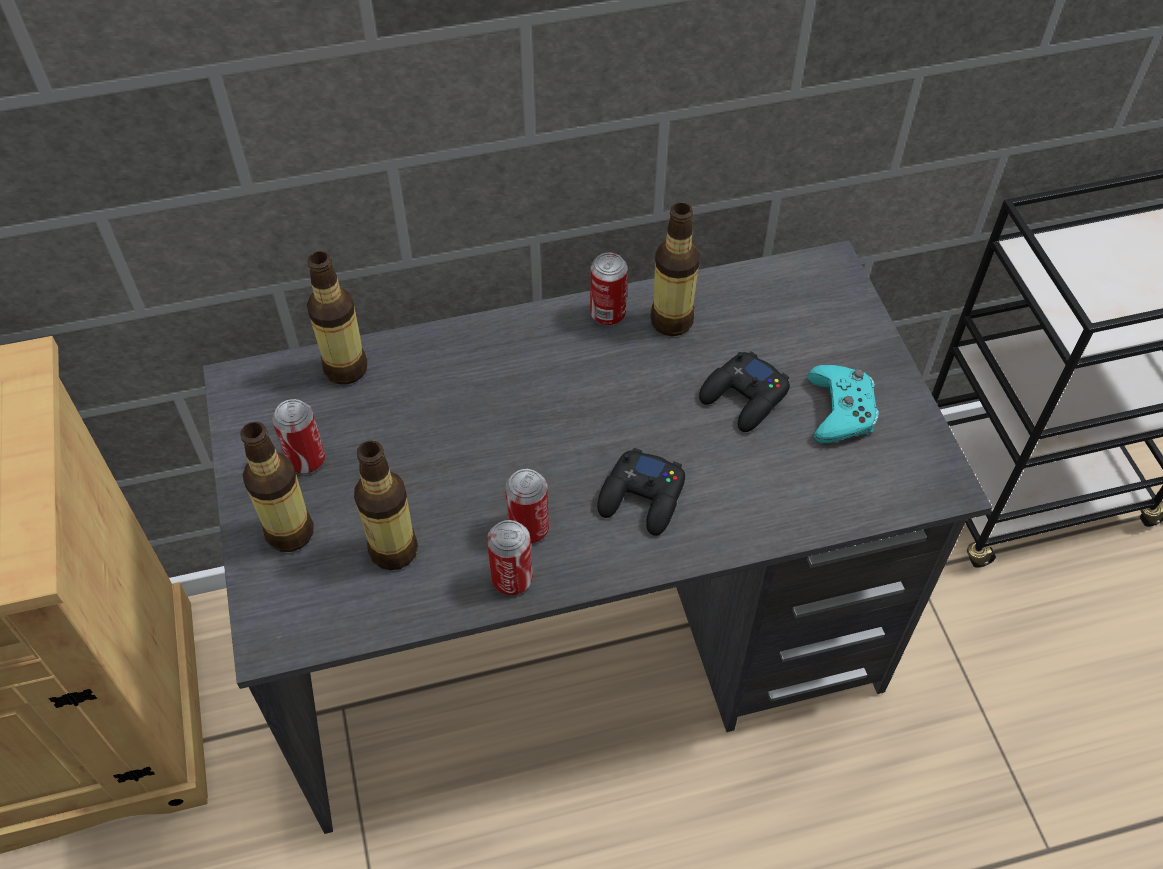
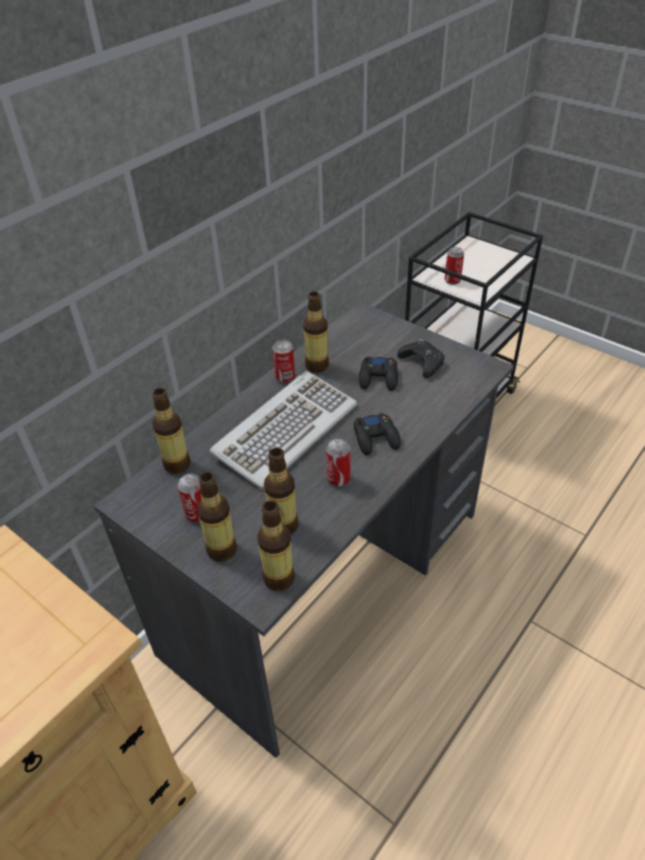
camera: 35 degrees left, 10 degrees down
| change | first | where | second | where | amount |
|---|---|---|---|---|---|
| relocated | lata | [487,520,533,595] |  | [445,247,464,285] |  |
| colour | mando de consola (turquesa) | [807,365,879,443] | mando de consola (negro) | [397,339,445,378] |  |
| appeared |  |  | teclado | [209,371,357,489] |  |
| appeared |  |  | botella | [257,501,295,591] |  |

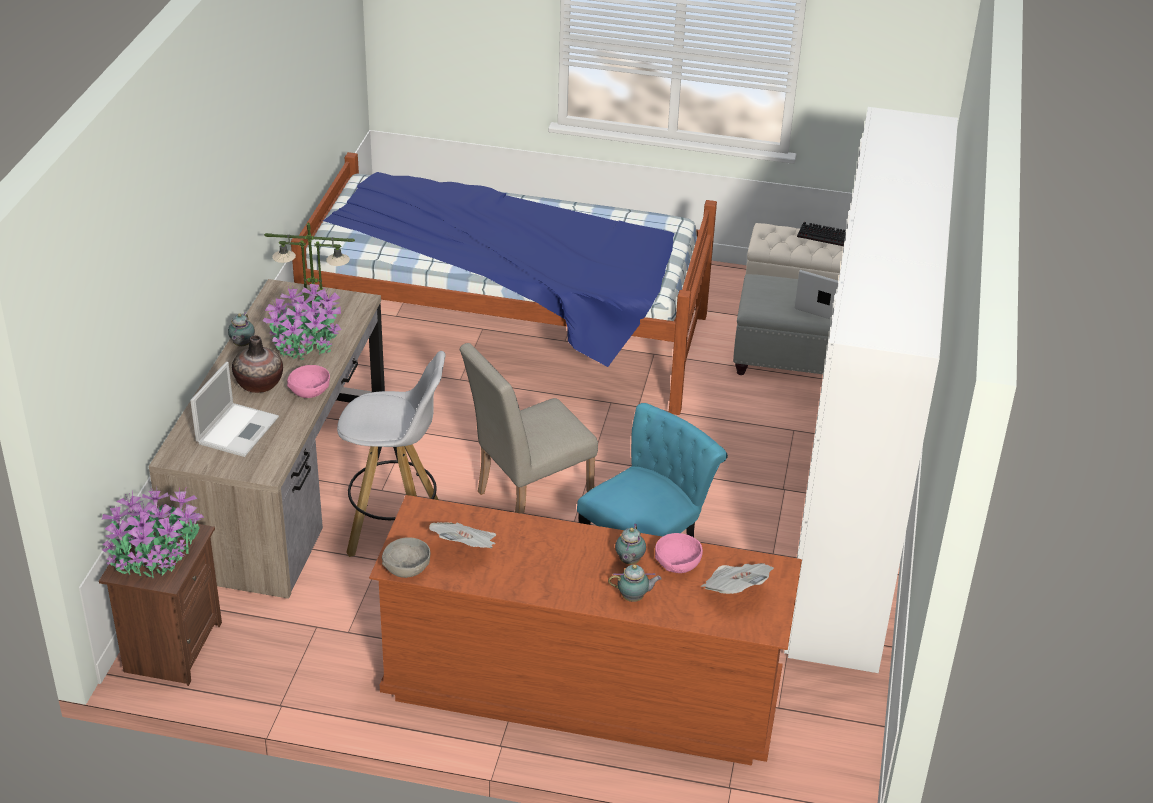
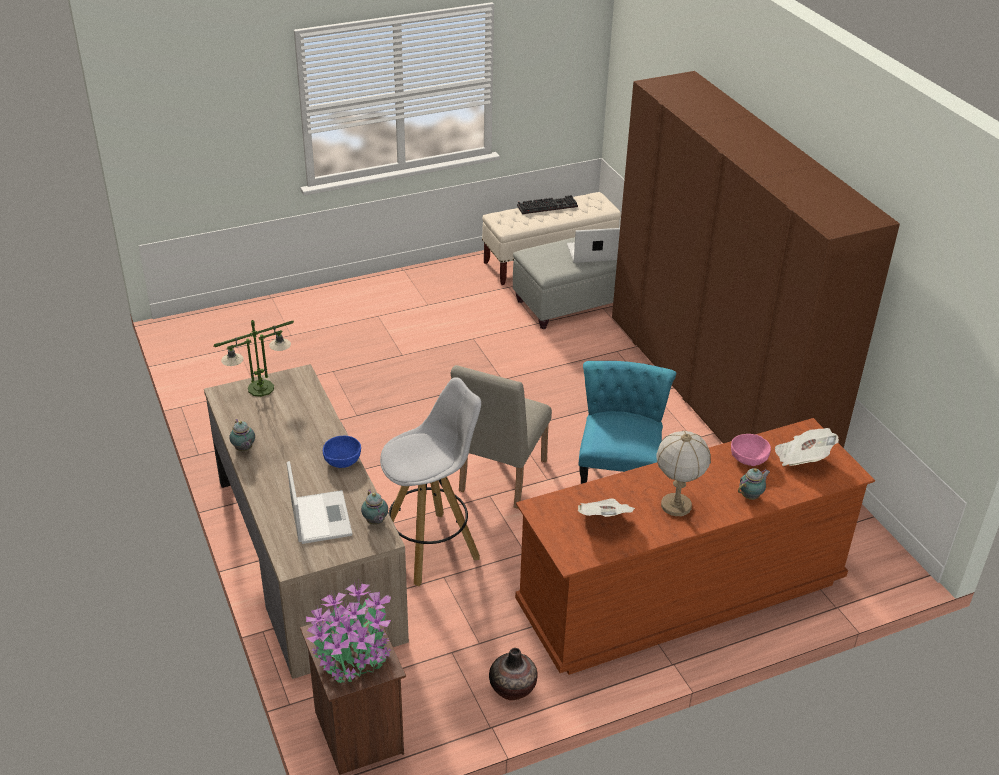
camera: 35 degrees left, 0 degrees up
| change | first | where | second | where | amount |
|---|---|---|---|---|---|
| relocated | florero | [232,335,283,393] |  | [489,648,538,700] |  |
| missing | planta en maceta | [263,284,342,360] |  |  |  |
| colour | cuenco (rosa) | [287,365,330,398] | cuenco (azul) | [323,436,361,468] |  |
| missing | cama | [291,152,717,415] |  |  |  |
| missing | cuenco (gris) | [382,538,430,578] |  |  |  |
| relocated | tetera | [615,523,646,564] |  | [361,490,388,525] |  |
| colour | armario ropero (blanco) | [784,107,958,673] | armario ropero (marrón) | [612,71,900,448] |  |
| appeared |  |  | lámpara de mesa | [657,431,711,516] |  |

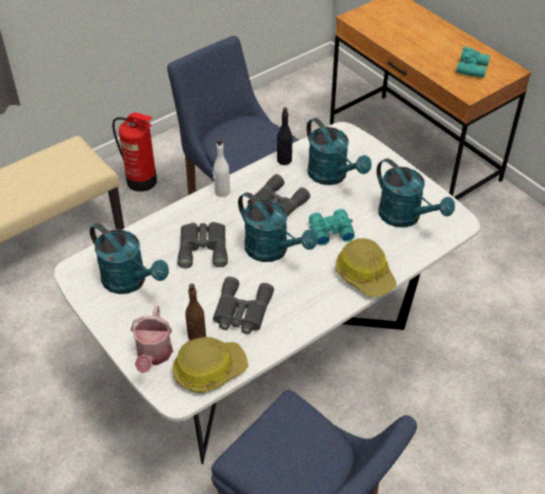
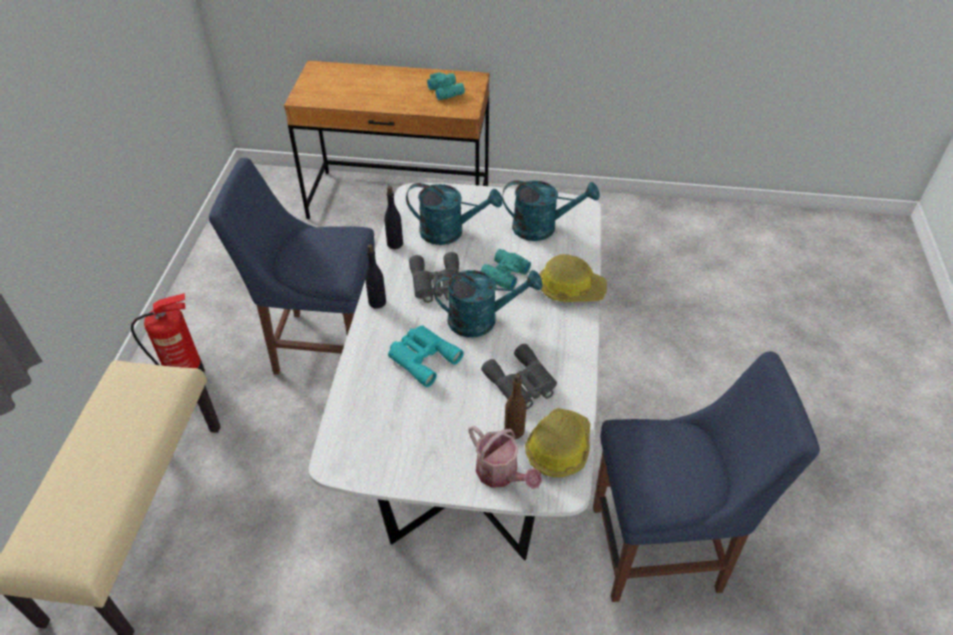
camera: 45 degrees left, 0 degrees up
| change | first | where | second | where | amount |
|---|---|---|---|---|---|
| missing | regadera (turquesa) | [90,223,169,294] |  |  |  |
| colour | prismáticos (gris) | [178,222,228,268] | prismáticos (turquesa) | [388,325,464,387] |  |
| colour | botella (blanco) | [213,139,230,197] | botella (negro) | [365,244,386,309] |  |

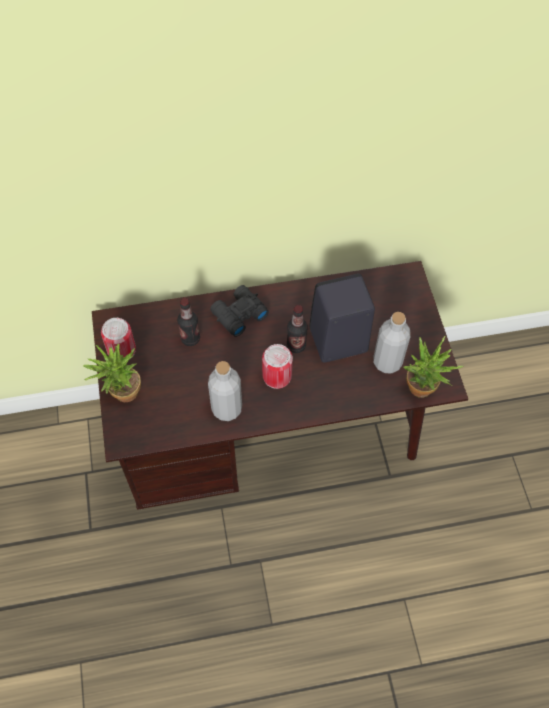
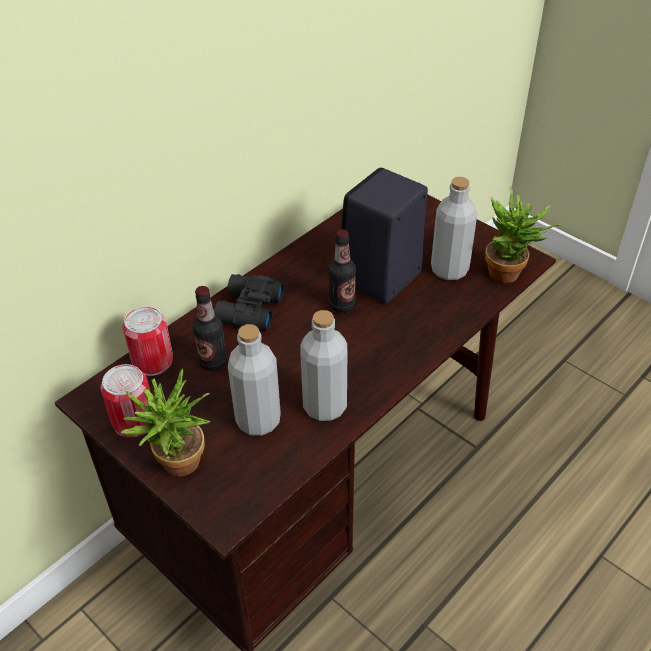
camera: 35 degrees left, 15 degrees down
| change | first | where | second | where | amount |
|---|---|---|---|---|---|
| relocated | lata | [262,344,293,389] |  | [123,306,173,376] |  |
| appeared |  |  | botella (gris) | [228,324,281,436] |  |

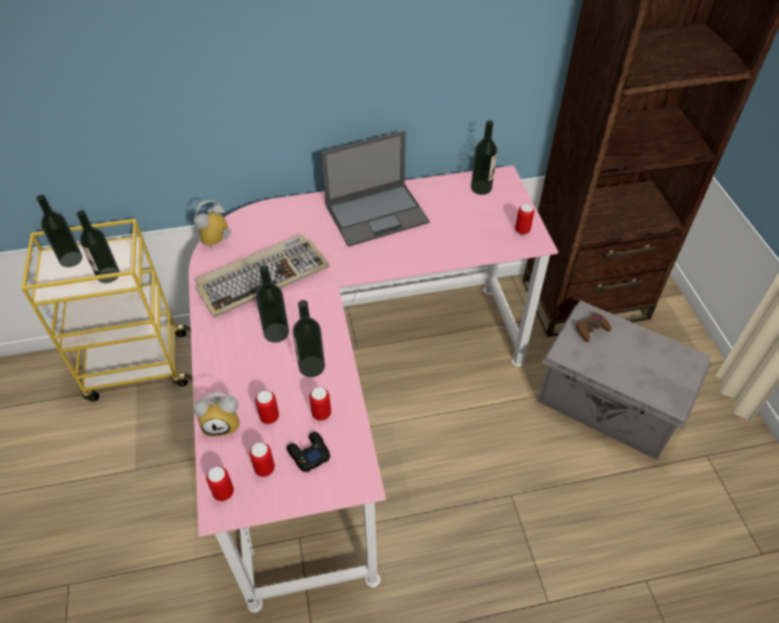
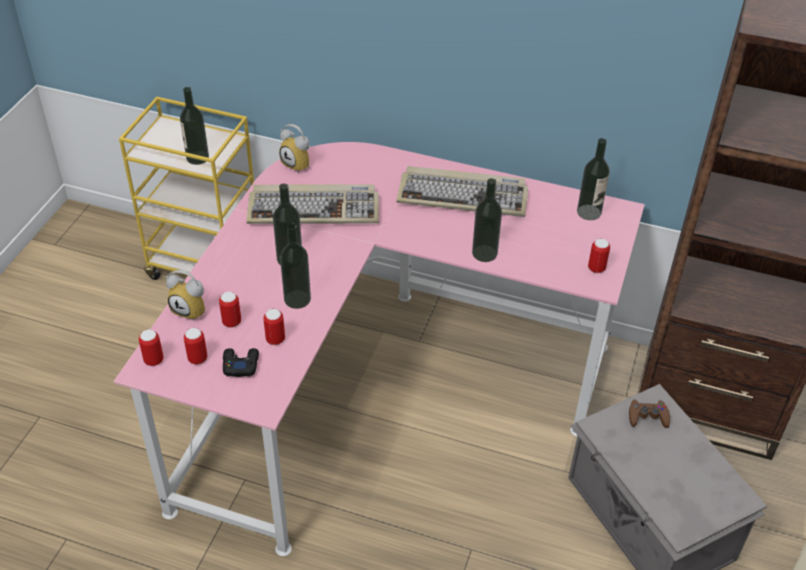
camera: 30 degrees right, 5 degrees down
| change | first | where | second | where | amount |
|---|---|---|---|---|---|
| relocated | botella | [36,195,82,267] |  | [472,178,502,262] |  |
| spun | despertador | [193,200,231,250] |  | [279,124,310,173] | 120 degrees counterclockwise |
| exchanged | portátil | [321,131,430,247] | teclado | [397,166,528,217] |  |

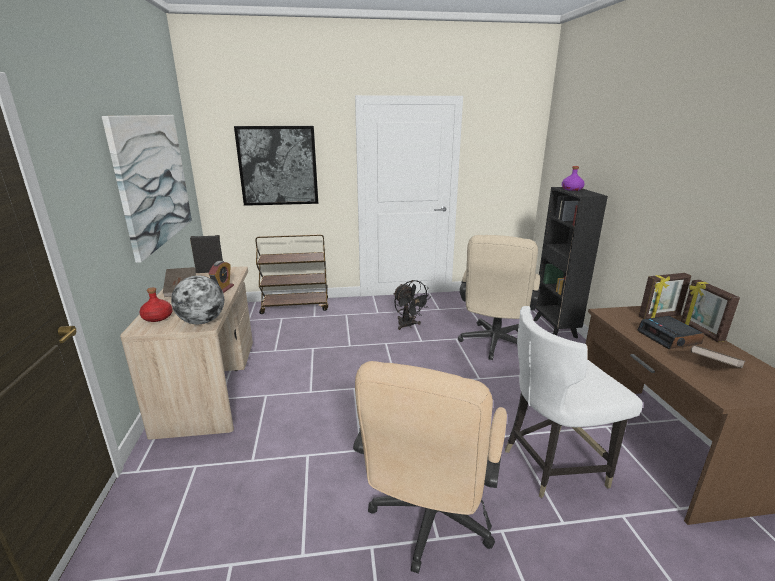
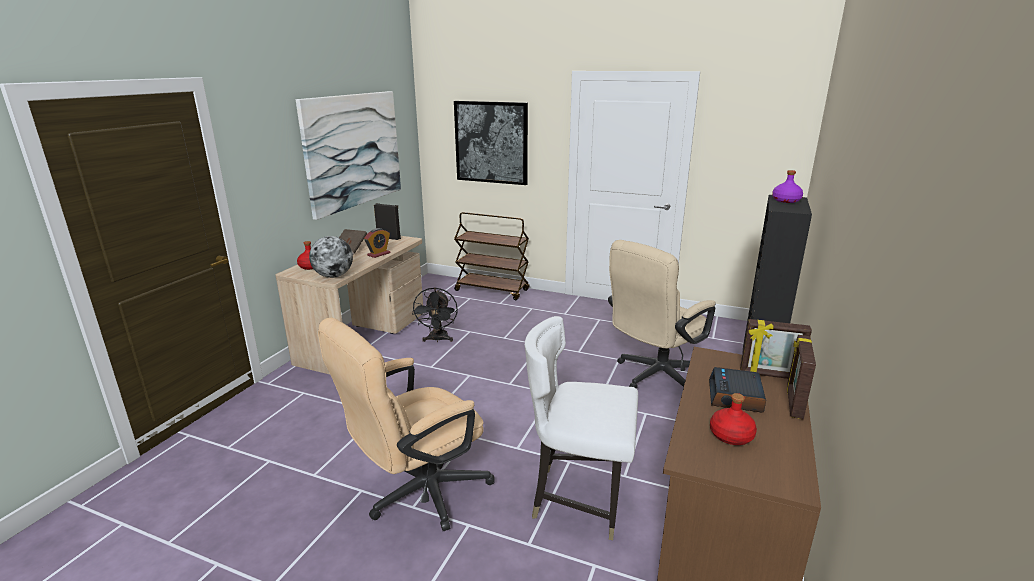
camera: 30 degrees right, 0 degrees up
| change | first | where | second | where | amount |
|---|---|---|---|---|---|
| relocated | ventilador (negro) | [393,280,431,330] |  | [412,287,458,342] |  |
| exchanged | libro (marrón) | [691,345,746,368] | botella (rojo) | [710,393,757,445] |  |

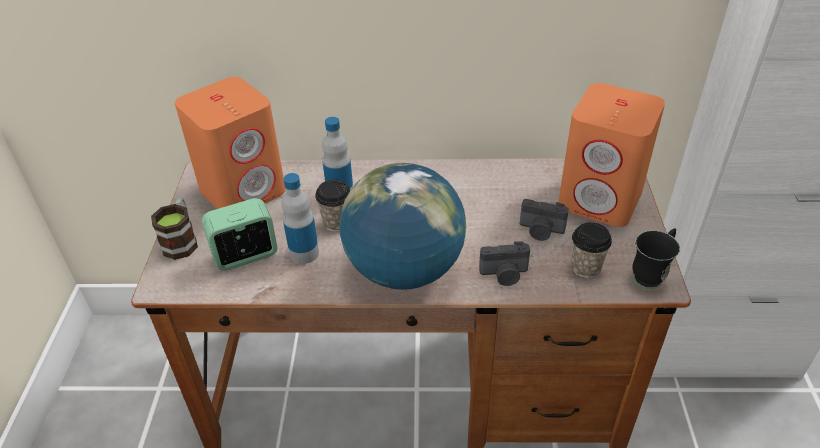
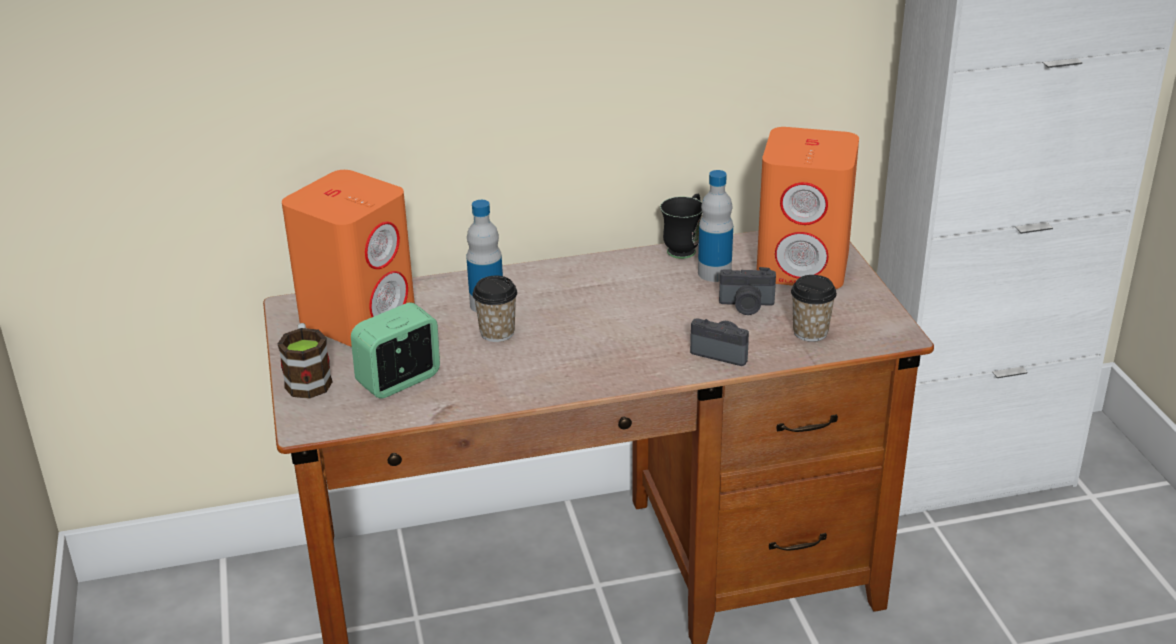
camera: 15 degrees left, 10 degrees down
| change | first | where | second | where | amount |
|---|---|---|---|---|---|
| relocated | botella | [282,173,319,264] |  | [698,170,733,282] |  |
| missing | globo terráqueo | [340,163,466,290] |  |  |  |
| spun | cámara | [479,241,530,286] |  | [690,318,749,366] | 135 degrees counterclockwise |
| relocated | taza grande (negro) | [632,228,680,289] |  | [660,193,702,259] |  |

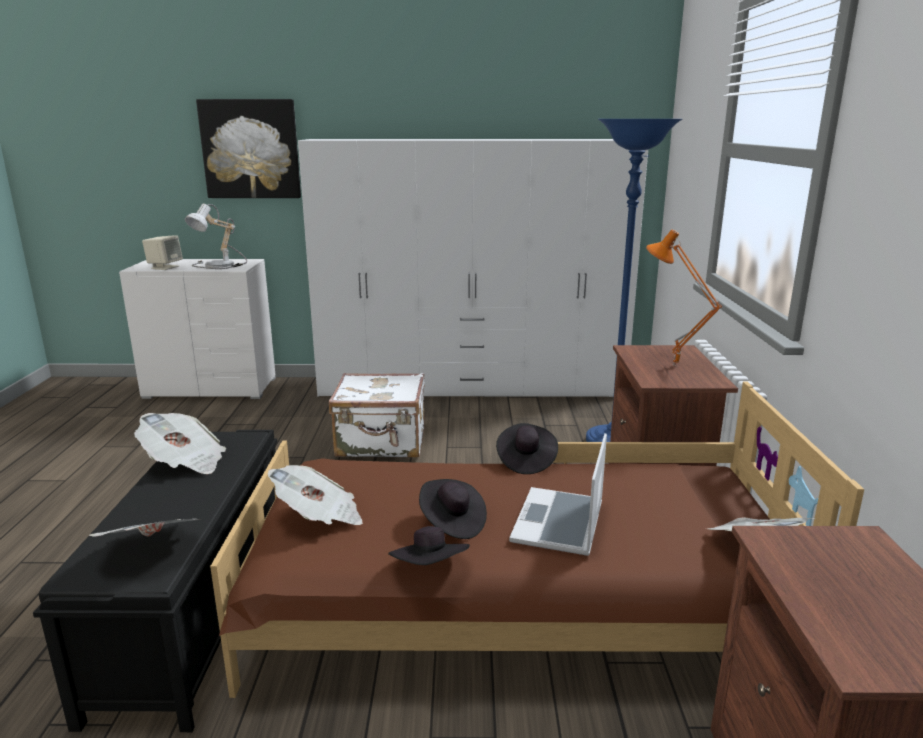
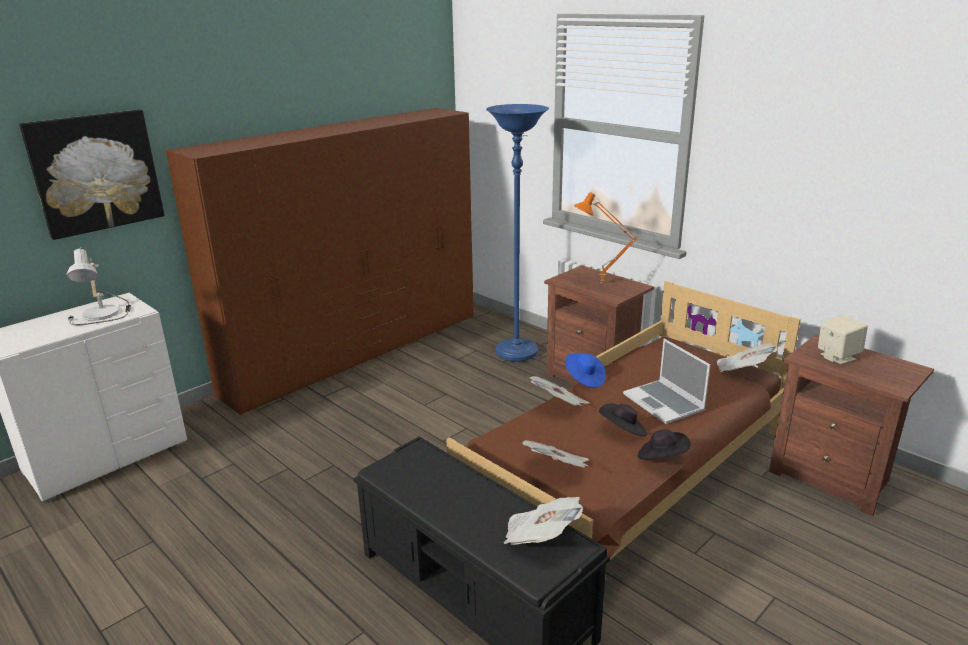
camera: 45 degrees left, 5 degrees up
| change | first | where | second | where | amount |
|---|---|---|---|---|---|
| relocated | periódico | [134,413,226,474] |  | [530,376,589,406] |  |
| relocated | altavoz (beis) | [142,235,183,270] |  | [818,314,868,364] |  |
| colour | armario ropero (blanco) | [298,139,648,397] | armario ropero (marrón) | [166,108,474,415] |  |
| missing | maleta (blanco) | [329,373,425,457] |  |  |  |
| colour | sombrero (negro) | [496,423,558,474] | sombrero (azul) | [566,353,606,388] |  |

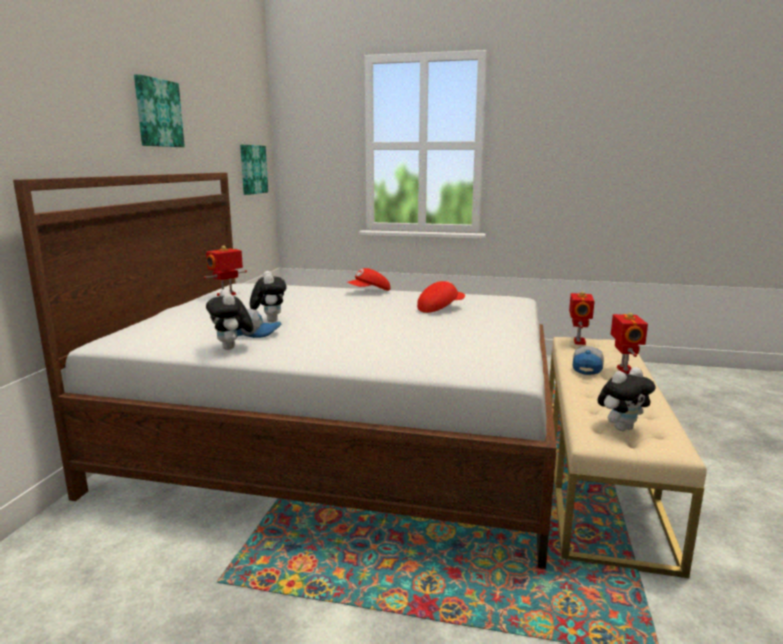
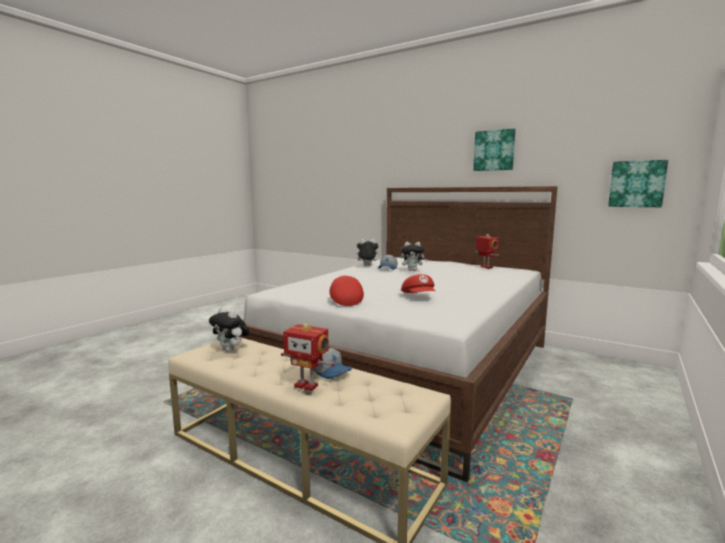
camera: 110 degrees right, 5 degrees down
| change | first | where | second | where | amount |
|---|---|---|---|---|---|
| relocated | gorra (rojo) | [347,268,390,291] |  | [329,275,364,306] |  |
| missing | robot de juguete | [569,291,595,345] |  |  |  |
| spun | peluche | [597,367,656,431] |  | [209,307,250,352] | 45 degrees counterclockwise |

